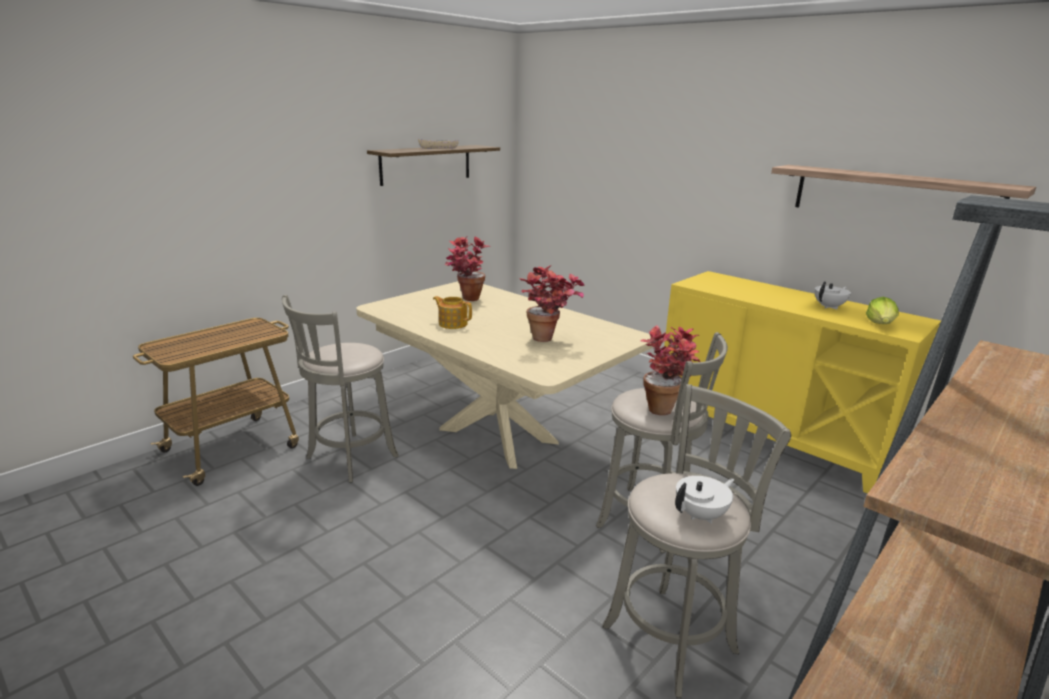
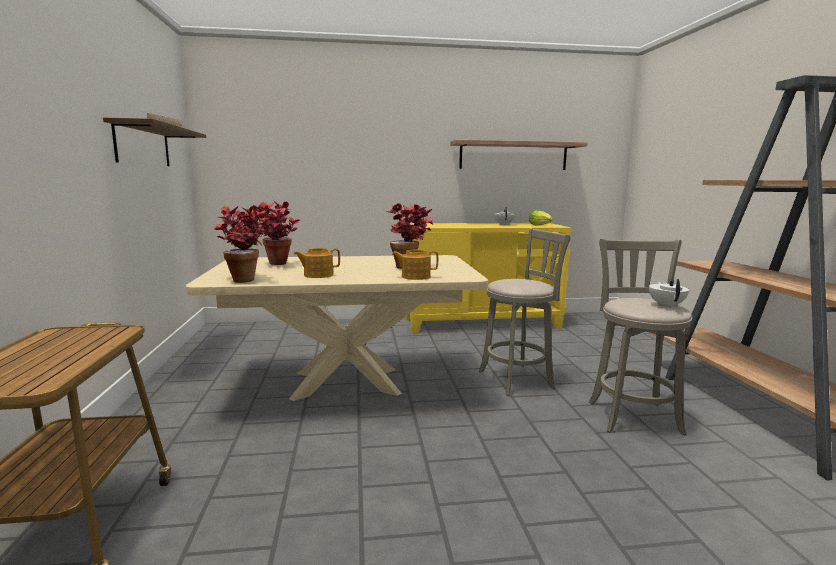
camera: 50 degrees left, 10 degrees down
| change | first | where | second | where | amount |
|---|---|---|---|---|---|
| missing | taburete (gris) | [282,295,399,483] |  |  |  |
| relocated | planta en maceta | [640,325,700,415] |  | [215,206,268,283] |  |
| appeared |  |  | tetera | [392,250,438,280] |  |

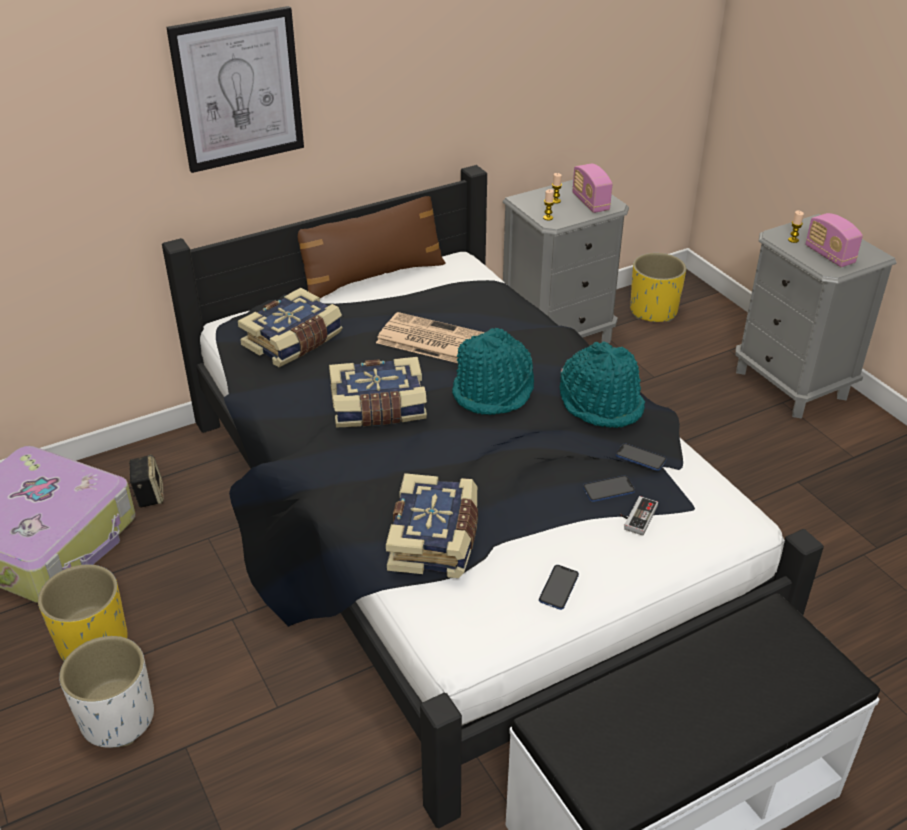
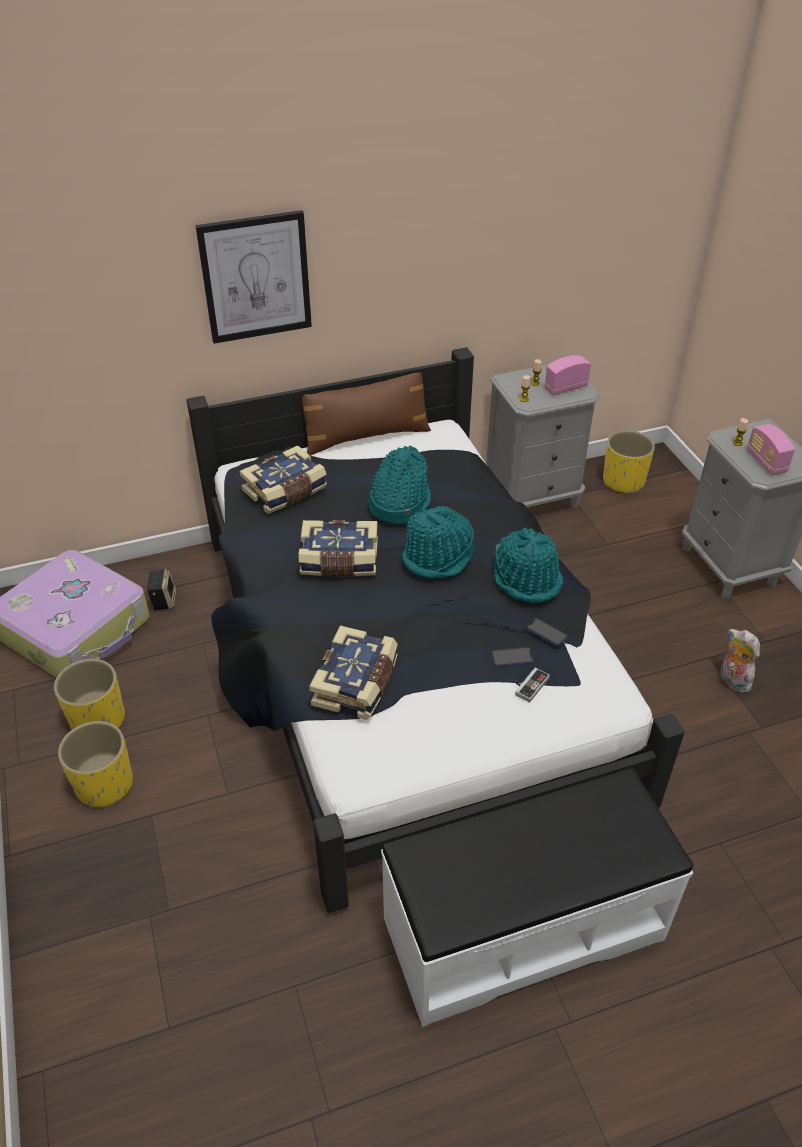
camera: 10 degrees right, 5 degrees up
| change | first | where | second | where | amount |
|---|---|---|---|---|---|
| colour | maceta (blanco) | [59,636,154,748] | maceta (amarillo) | [58,721,133,808] |  |
| exchanged | periódico | [376,312,485,363] | sombrero (turquesa) | [368,445,431,524] |  |
| missing | móvil | [539,565,579,610] |  |  |  |
| spun | radio | [572,164,612,213] |  | [545,355,591,395] | 75 degrees clockwise |
| appeared |  |  | peluche | [721,629,760,693] |  |

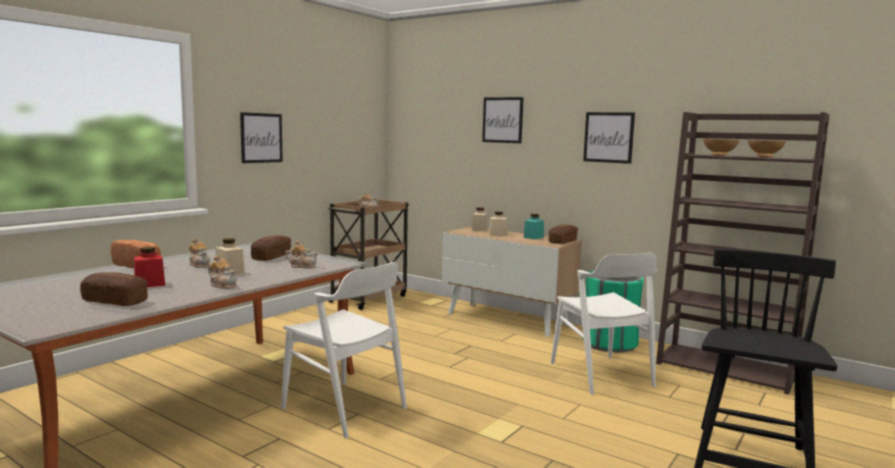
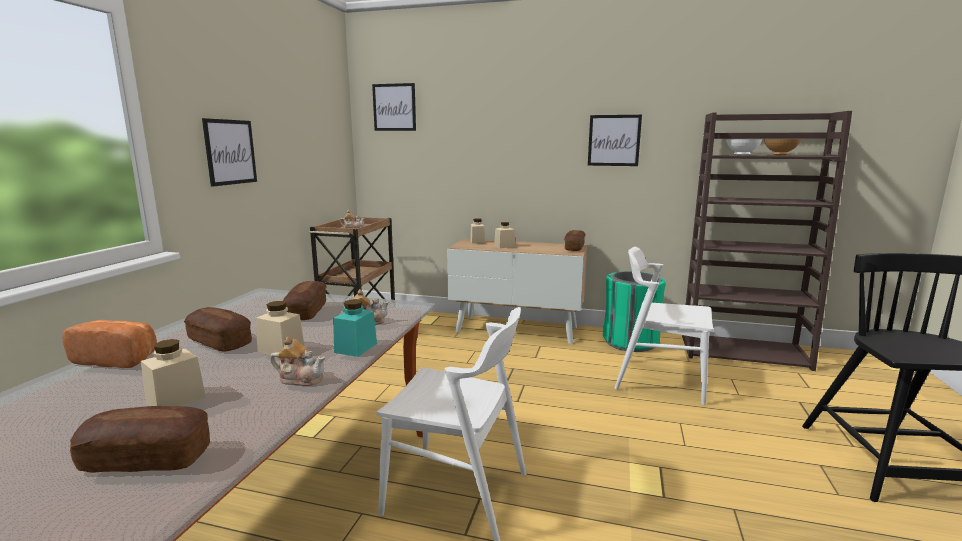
camera: 20 degrees left, 5 degrees up
| change | first | where | second | where | amount |
|---|---|---|---|---|---|
| colour | tarro (rojo) | [134,247,165,287] | tarro (beis) | [141,339,206,406] |  |
| exchanged | tetera | [188,238,210,268] | pan | [184,307,252,351] |  |
| relocated | cuadro | [482,97,524,143] |  | [372,83,416,131] |  |
| relocated | tarro (turquesa) | [524,214,544,239] |  | [333,299,377,357] |  |
| spun | silla (blanco) | [551,253,657,395] |  | [615,247,714,405] | 150 degrees clockwise |
| colour | cuenco (marrón) | [703,139,740,156] | cuenco (blanco) | [726,139,763,155] |  |

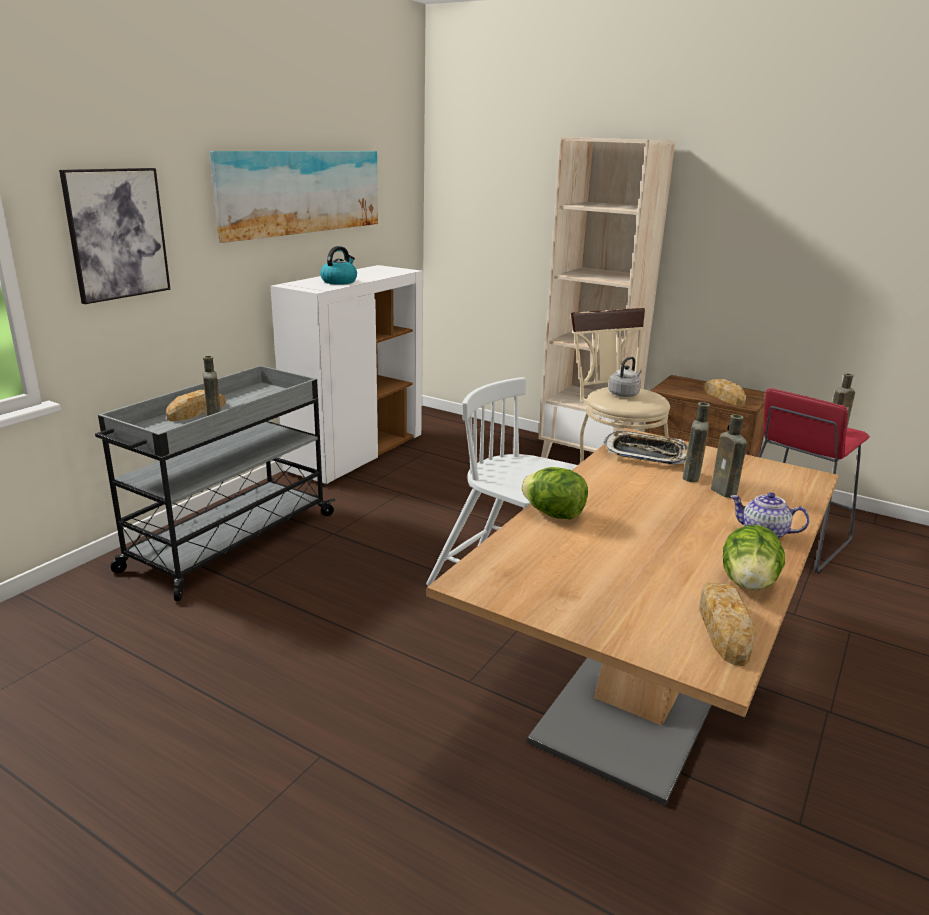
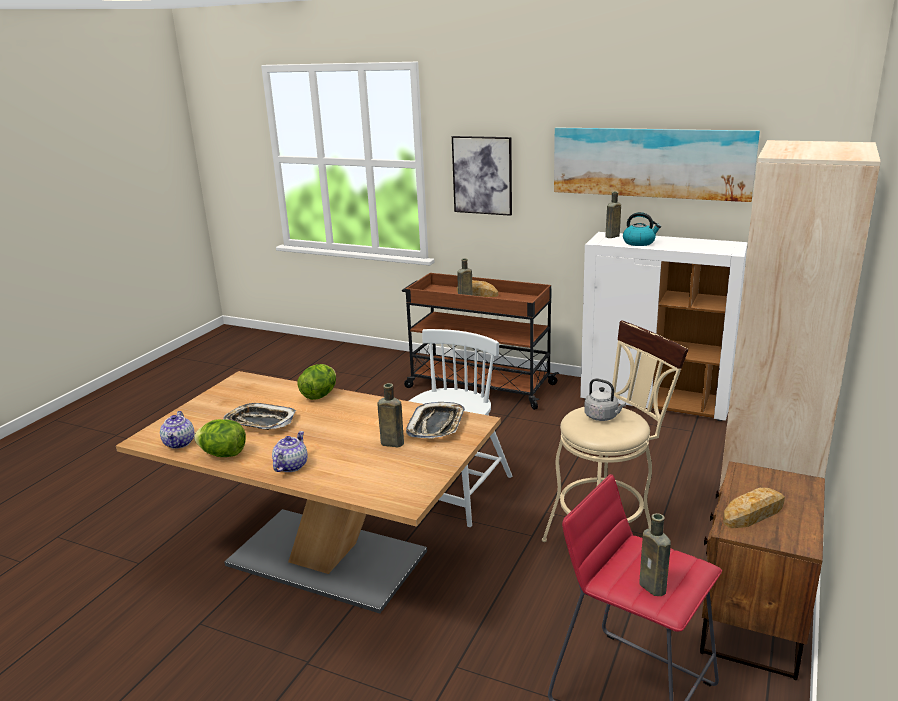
camera: 85 degrees right, 0 degrees up
| change | first | where | second | where | amount |
|---|---|---|---|---|---|
| colour | carrito (gris) | [95,365,336,601] | carrito (marrón) | [402,273,559,410] |  |
| exchanged | pan | [699,583,756,666] | tetera | [160,411,194,449] |  |
| relocated | botella (marrón) | [711,415,747,498] |  | [606,192,621,238] |  |
| appeared |  |  | bandeja | [223,403,296,430] |  |

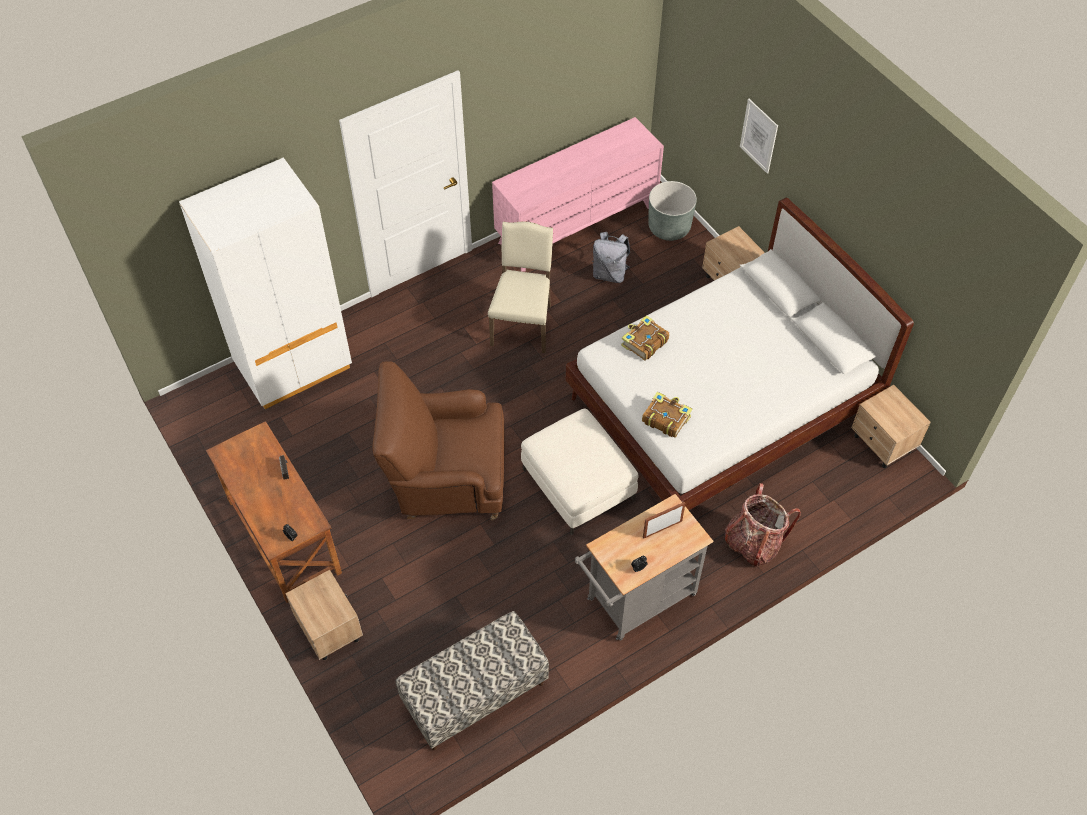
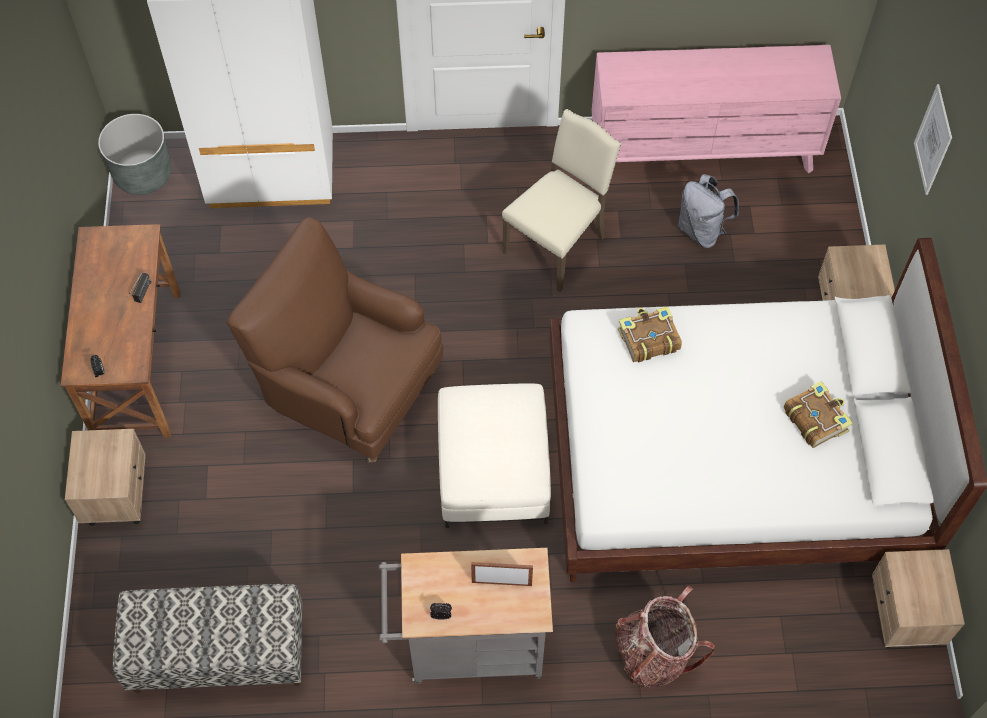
camera: 30 degrees right, 5 degrees up
| change | first | where | second | where | amount |
|---|---|---|---|---|---|
| relocated | libro | [642,392,692,438] |  | [784,381,853,448] |  |
| relocated | maceta (gris) | [648,181,697,241] |  | [98,114,171,195] |  |

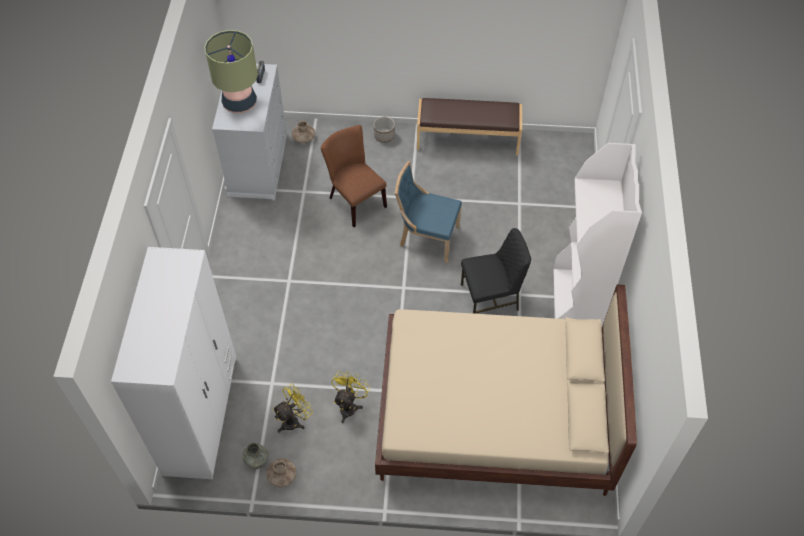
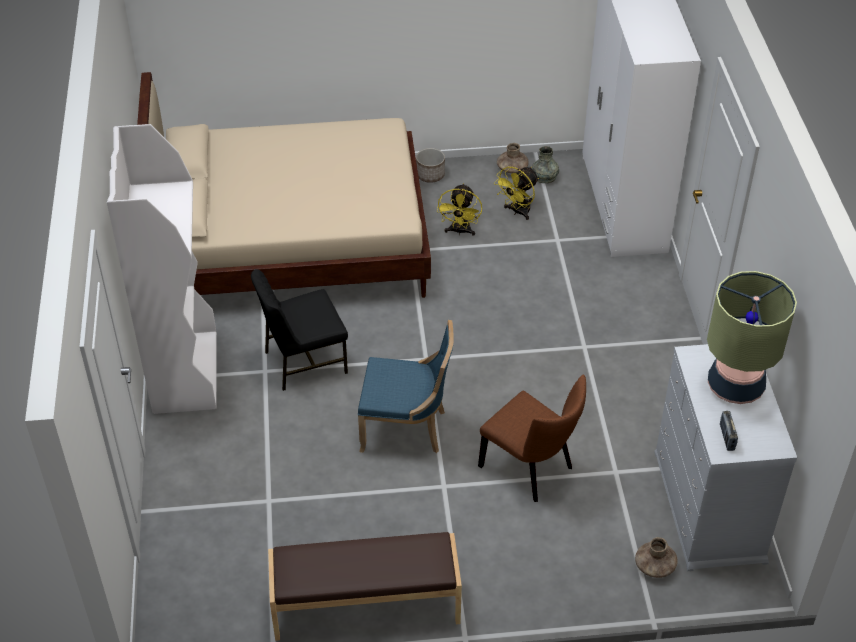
camera: 170 degrees right, 10 degrees down
| change | first | where | second | where | amount |
|---|---|---|---|---|---|
| relocated | maceta | [374,117,395,143] |  | [416,148,445,183] |  |

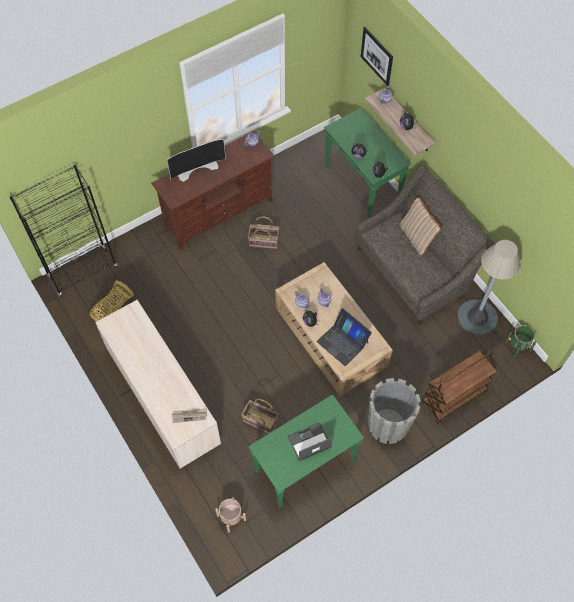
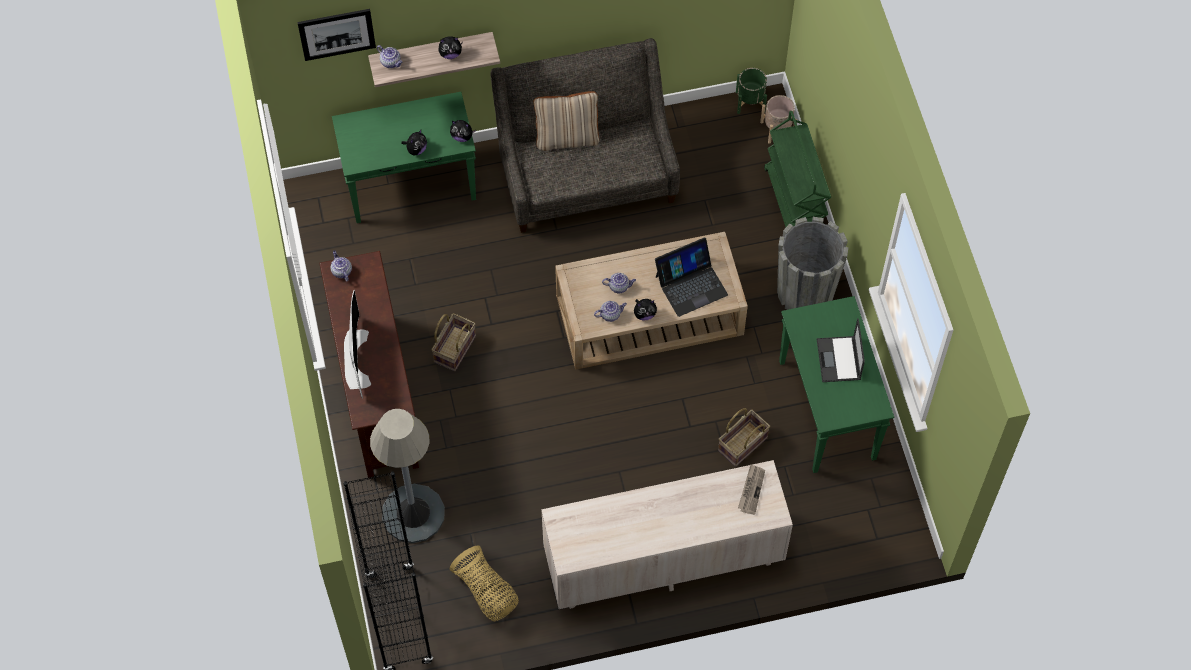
camera: 70 degrees left, 0 degrees up
| change | first | where | second | where | amount |
|---|---|---|---|---|---|
| relocated | maceta (beis) | [215,497,246,532] |  | [760,95,797,144] |  |
| colour | carrito (marrón) | [421,350,497,424] | carrito (verde) | [764,111,831,227] |  |
| relocated | lámpara de pie (gris) | [457,240,521,335] |  | [370,409,445,543] |  |

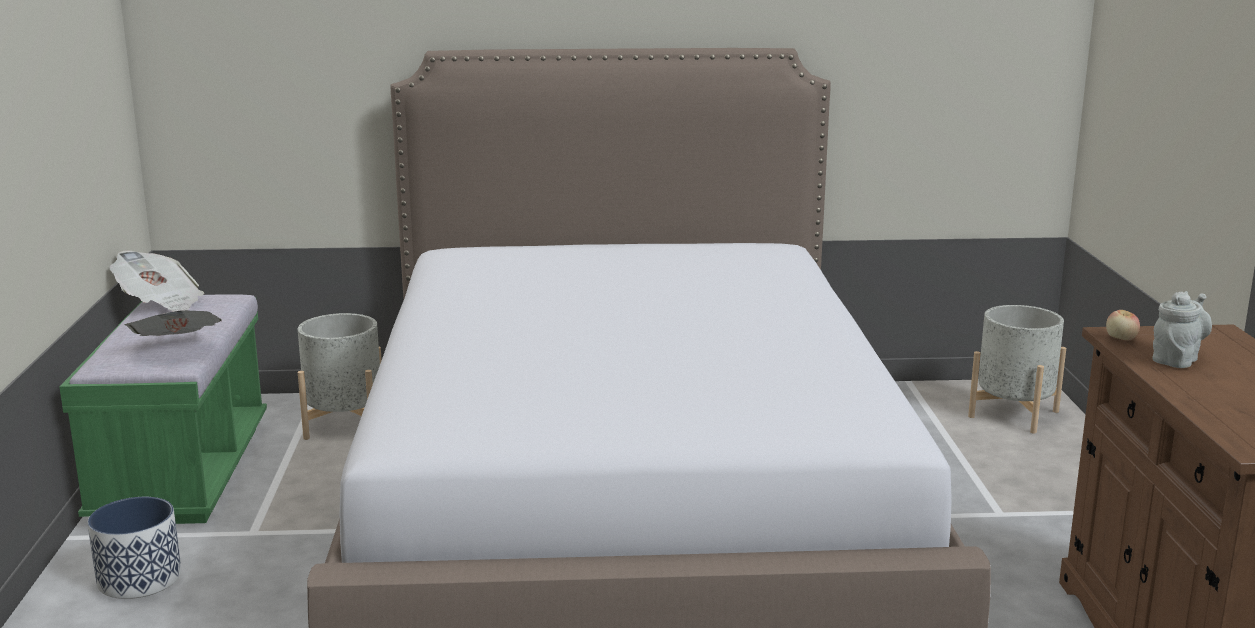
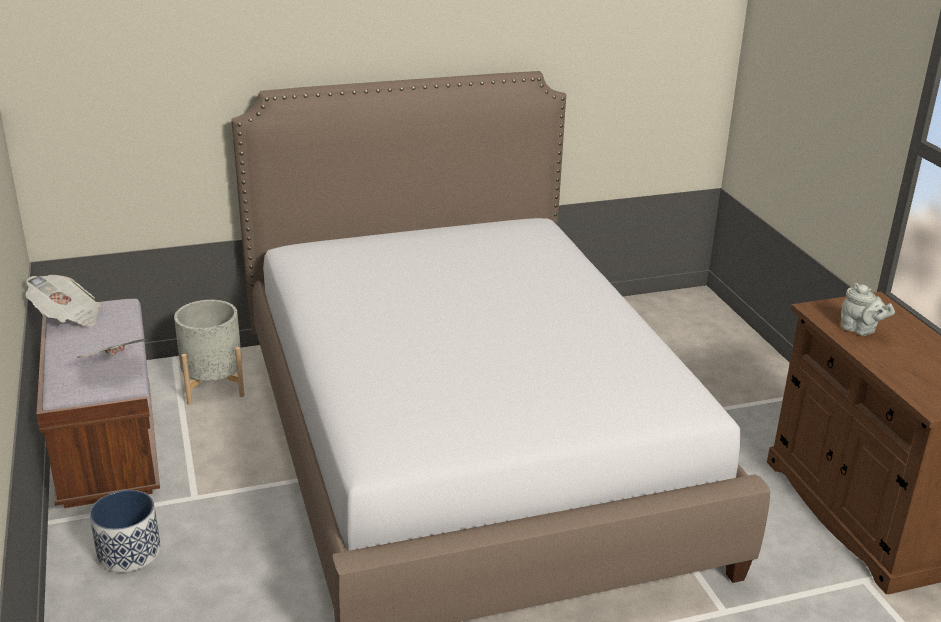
camera: 15 degrees left, 10 degrees up
| change | first | where | second | where | amount |
|---|---|---|---|---|---|
| colour | banco (verde) | [59,294,267,524] | banco (marrón) | [37,299,160,508] |  |
| missing | maceta (gris) | [968,305,1066,434] |  |  |  |
| missing | manzana | [1106,310,1140,341] |  |  |  |
| spun | tetera (gris) | [1152,291,1212,368] |  | [841,283,895,336] | 105 degrees clockwise |

